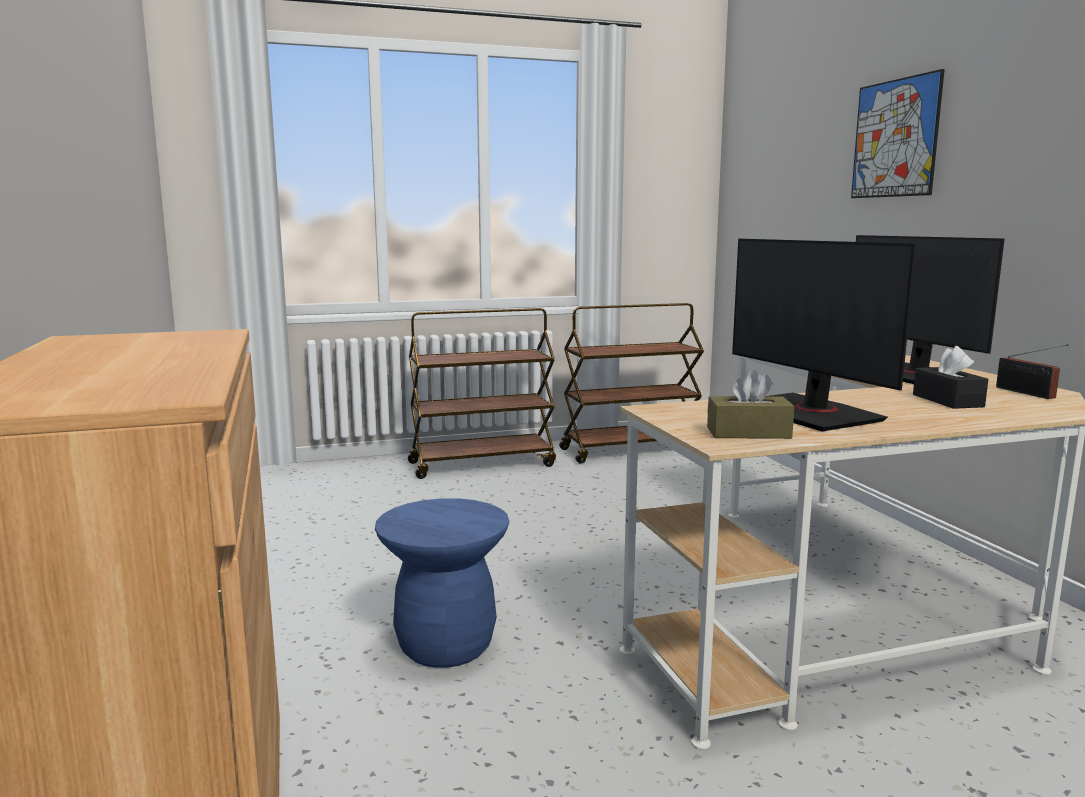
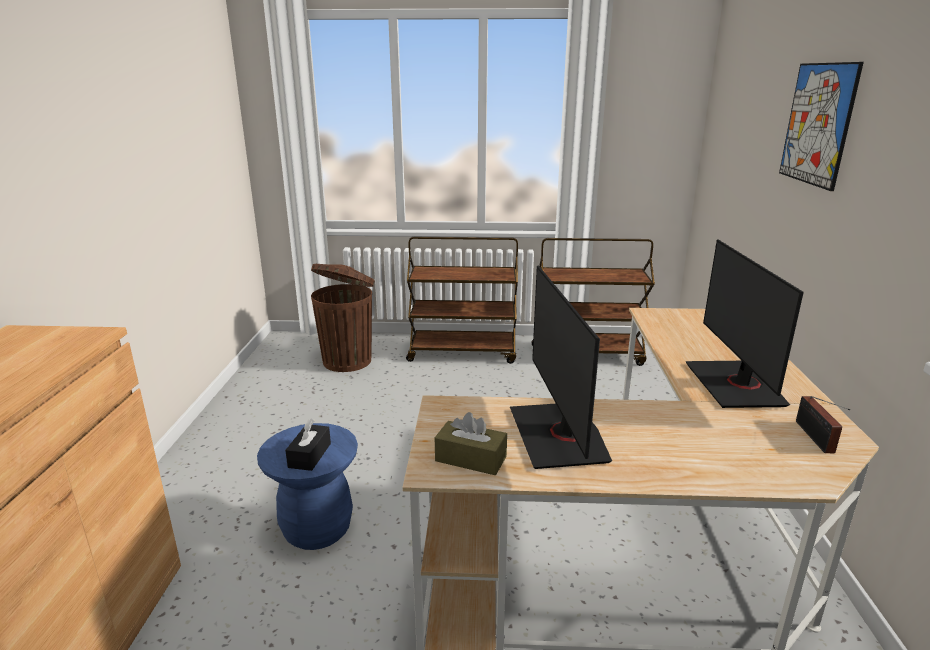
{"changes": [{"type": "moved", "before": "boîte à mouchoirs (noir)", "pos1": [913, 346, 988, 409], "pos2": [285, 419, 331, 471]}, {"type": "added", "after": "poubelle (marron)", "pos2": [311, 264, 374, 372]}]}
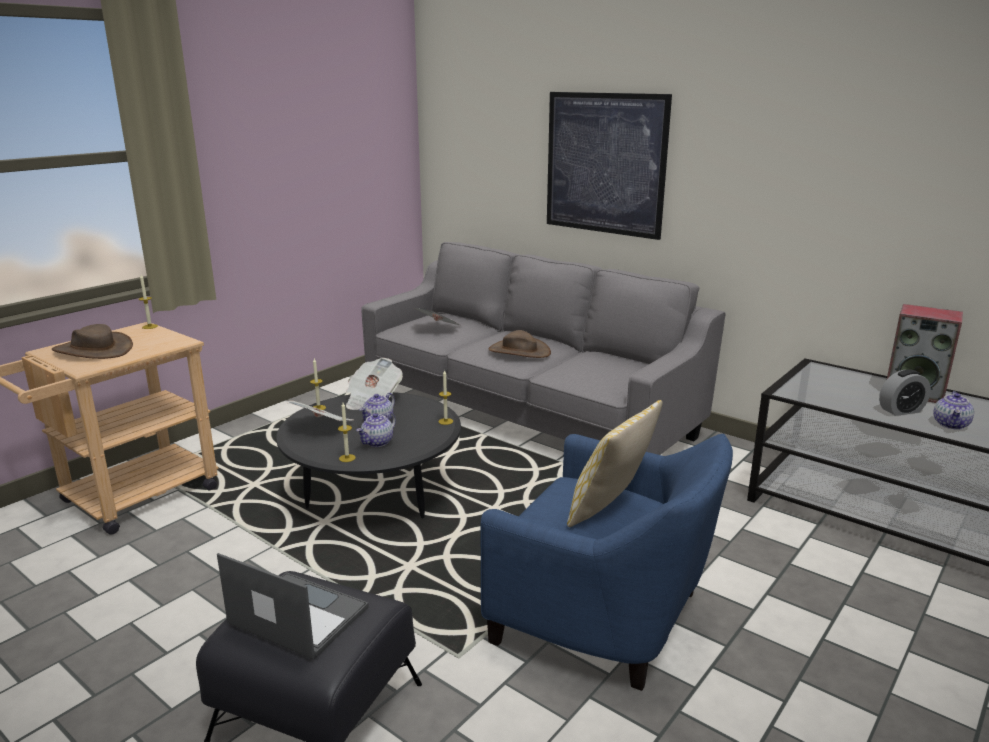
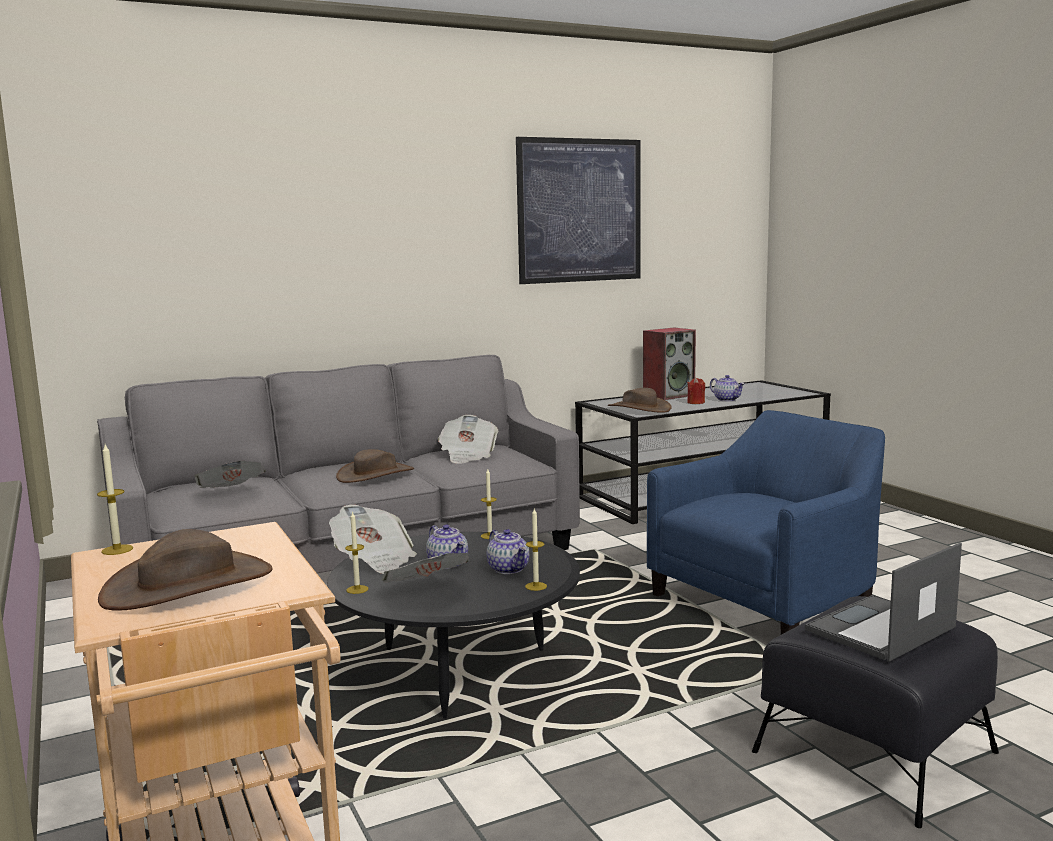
{"changes": [{"type": "added", "after": "journal", "pos2": [438, 415, 498, 464]}, {"type": "moved", "before": "tableau", "pos1": [547, 92, 672, 240], "pos2": [516, 137, 641, 284]}, {"type": "added", "after": "chapeau (marron)", "pos2": [608, 388, 672, 413]}, {"type": "replaced", "before": "réveil", "after": "bougie (rouge)", "pos1": [879, 369, 931, 416], "pos2": [687, 377, 705, 404]}, {"type": "removed", "before": "coussin", "pos1": [567, 400, 663, 527]}]}
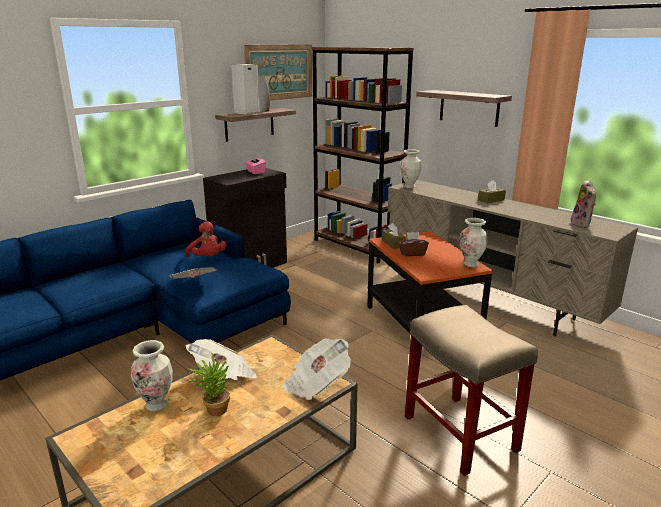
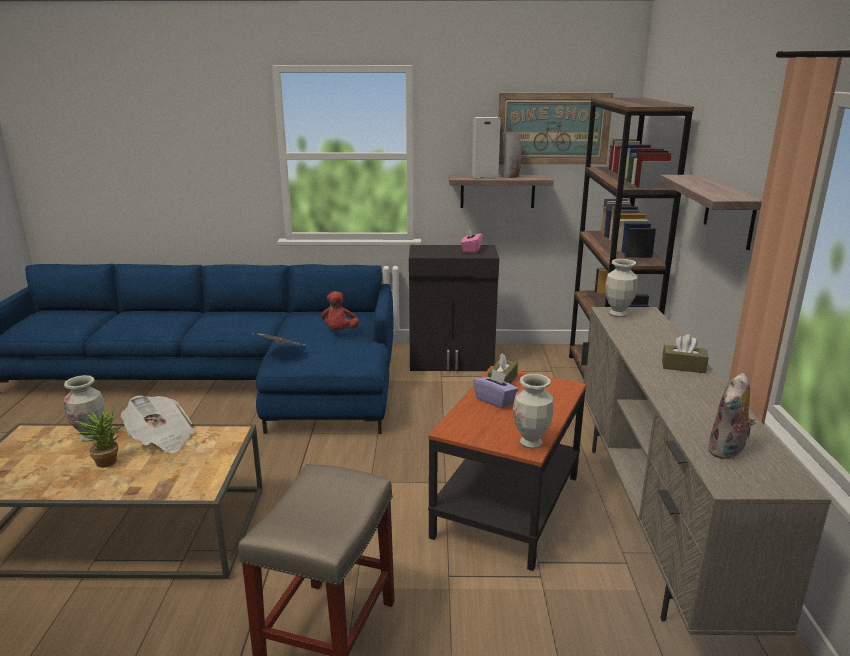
{"changes": [{"type": "recoloured", "before": "boîte à mouchoirs (marron)", "after": "boîte à mouchoirs (violet)", "pos1": [398, 232, 429, 256], "pos2": [473, 369, 518, 408]}, {"type": "removed", "before": "journal", "pos1": [282, 338, 351, 400]}]}
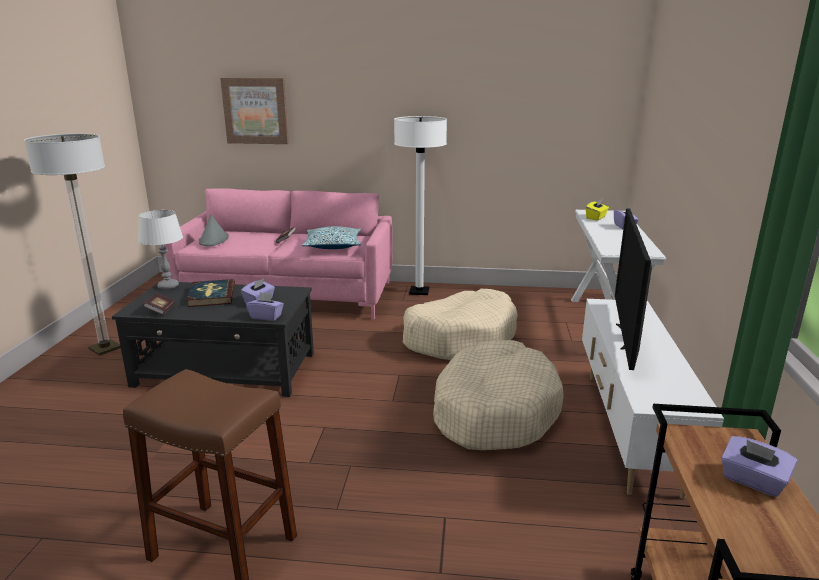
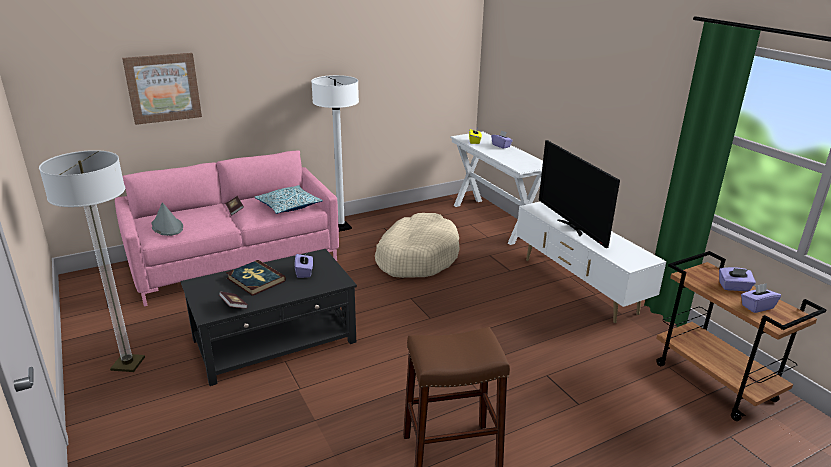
{"changes": [{"type": "moved", "before": "boîte à mouchoirs (violet)", "pos1": [246, 292, 284, 321], "pos2": [741, 283, 781, 313]}, {"type": "removed", "before": "lampe de table (blanc)", "pos1": [138, 210, 183, 290]}, {"type": "removed", "before": "panier pour chien (beige)", "pos1": [433, 340, 564, 450]}]}
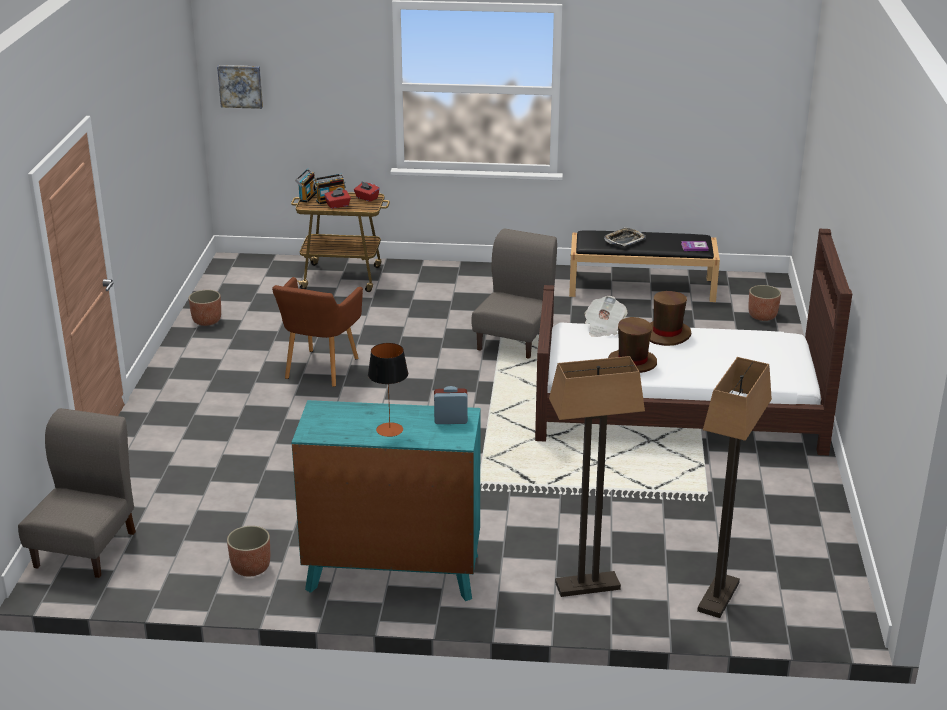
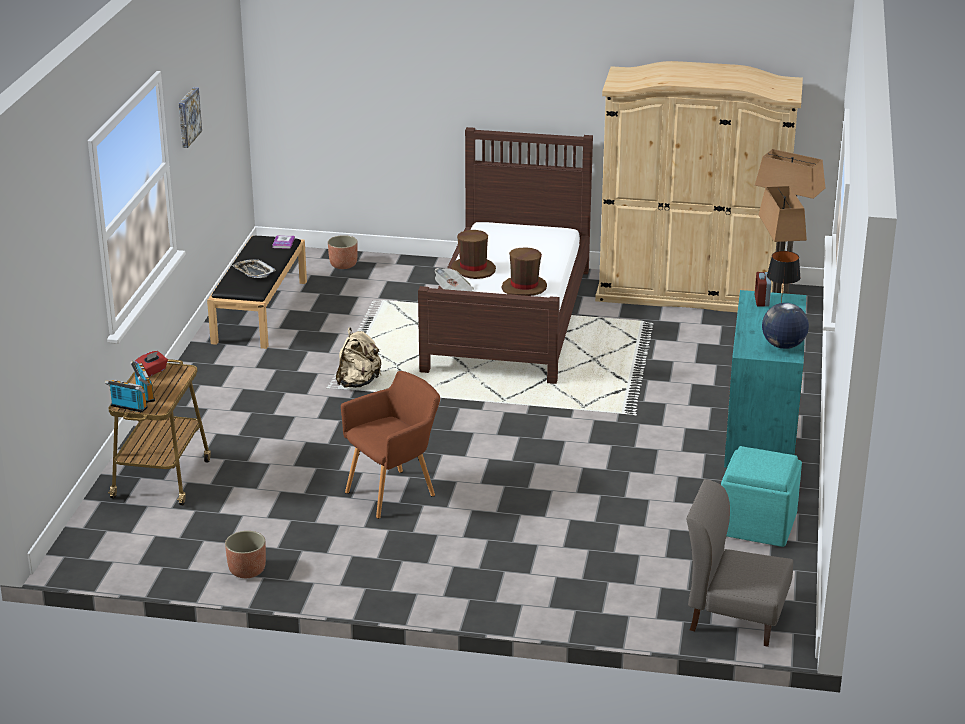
{"changes": [{"type": "moved", "before": "tableau", "pos1": [217, 65, 263, 109], "pos2": [179, 87, 202, 148]}, {"type": "replaced", "before": "chaise (gris)", "after": "sac à dos (beige)", "pos1": [471, 228, 557, 359], "pos2": [336, 327, 382, 388]}, {"type": "turned", "before": "fauteuil (marron)", "pos1": [272, 277, 363, 387], "pos2": [341, 371, 440, 519], "turn": -60}, {"type": "added", "after": "armoire (beige)", "pos2": [595, 61, 803, 312]}, {"type": "replaced", "before": "cache-pot", "after": "pouf (turquoise)", "pos1": [227, 526, 270, 577], "pos2": [721, 446, 802, 547]}, {"type": "added", "after": "globe", "pos2": [762, 303, 809, 349]}, {"type": "removed", "before": "boîte à mouchoirs (rouge)", "pos1": [324, 189, 351, 209]}]}
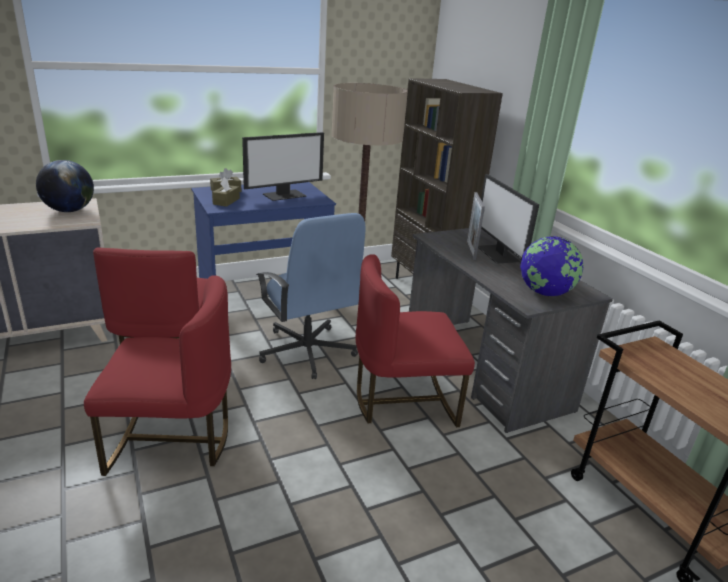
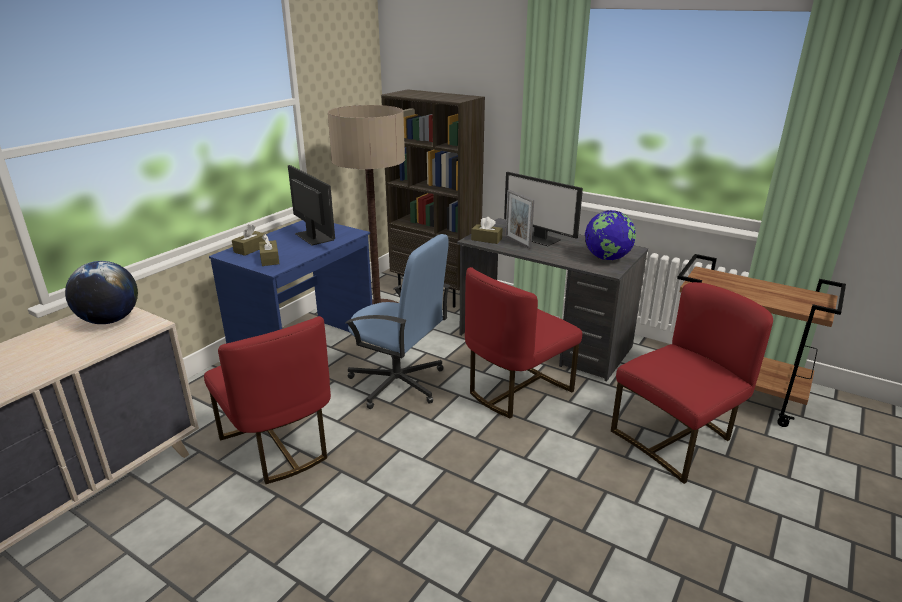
{"changes": [{"type": "turned", "before": "écran d'ordinateur", "pos1": [242, 132, 324, 201], "pos2": [288, 165, 335, 246], "turn": -60}, {"type": "added", "after": "boîte à mouchoirs (marron)", "pos2": [471, 217, 502, 244]}, {"type": "moved", "before": "chaise (rouge)", "pos1": [84, 275, 231, 476], "pos2": [611, 282, 773, 484]}]}
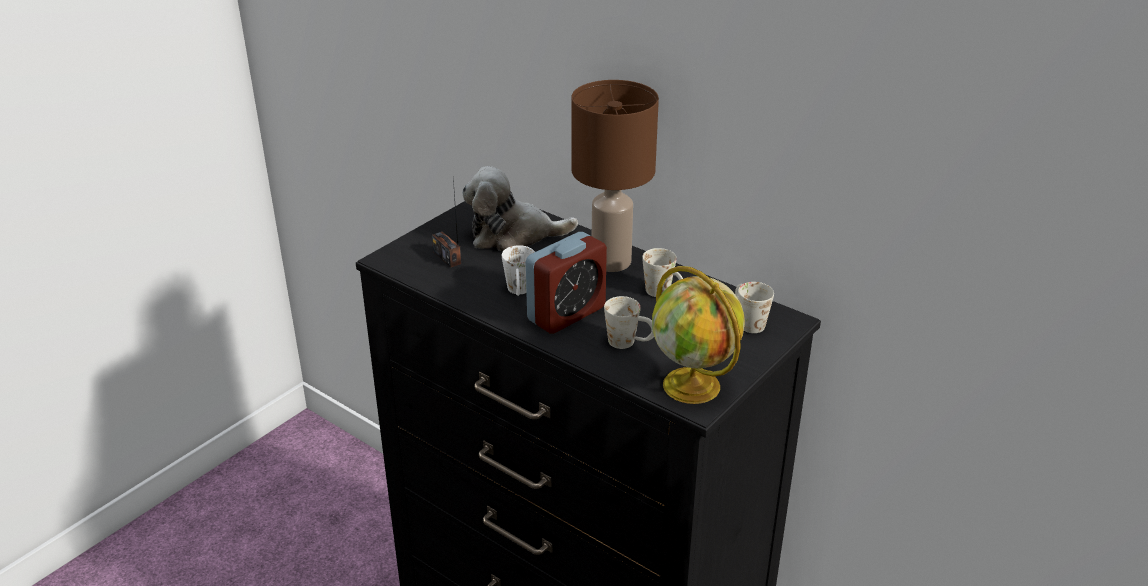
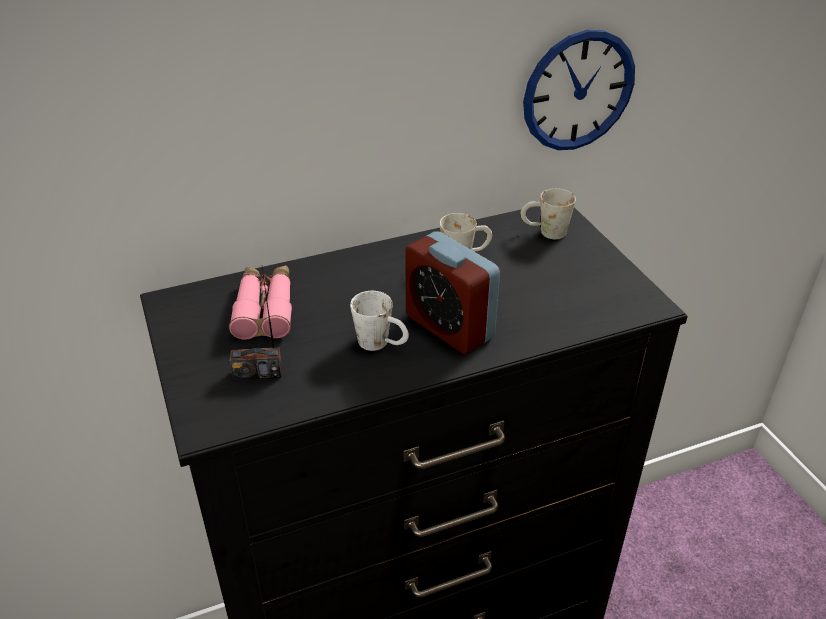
{"changes": [{"type": "replaced", "before": "peluche", "after": "jumelles (rose)", "pos1": [462, 166, 578, 251], "pos2": [229, 266, 292, 340]}, {"type": "turned", "before": "réveil", "pos1": [526, 232, 607, 334], "pos2": [405, 231, 500, 354], "turn": 150}, {"type": "added", "after": "horloge murale", "pos2": [523, 30, 635, 150]}, {"type": "removed", "before": "lampe de table (marron)", "pos1": [571, 80, 659, 272]}, {"type": "removed", "before": "mug (blanc)", "pos1": [604, 296, 654, 349]}, {"type": "removed", "before": "globe", "pos1": [652, 266, 745, 404]}]}
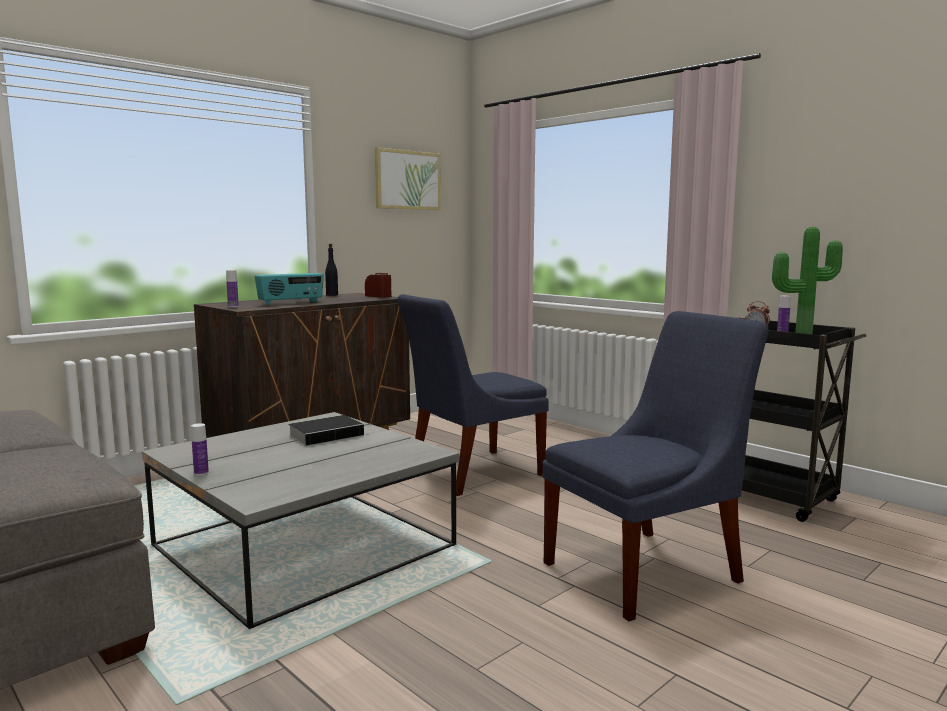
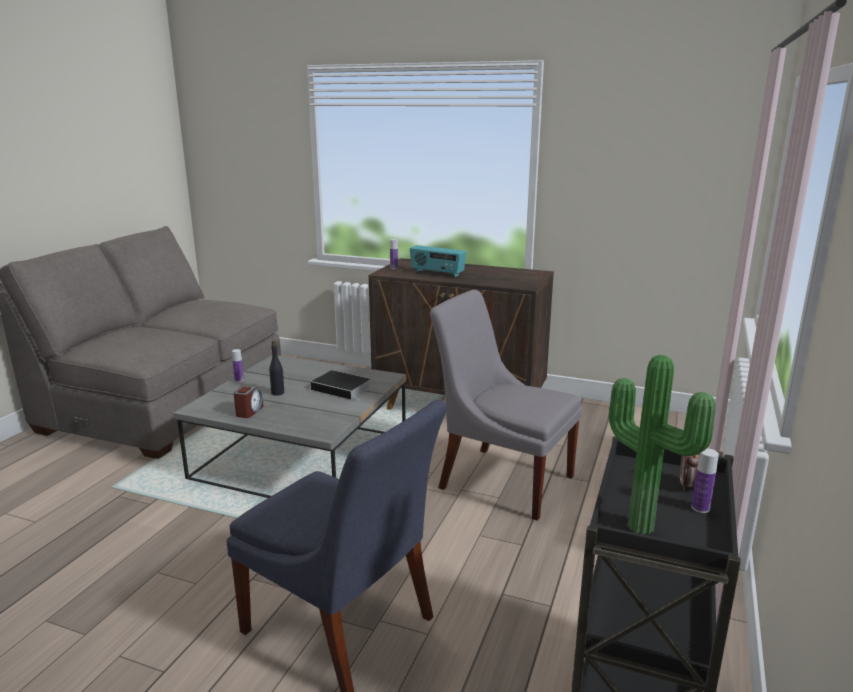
{"changes": [{"type": "moved", "before": "réveil", "pos1": [365, 273, 391, 298], "pos2": [234, 386, 263, 418]}, {"type": "moved", "before": "bouteille (noir)", "pos1": [325, 244, 338, 296], "pos2": [269, 340, 284, 396]}, {"type": "recoloured", "before": "chaise (bleu)", "after": "chaise (gris)", "pos1": [397, 294, 549, 496], "pos2": [430, 290, 582, 521]}, {"type": "removed", "before": "tableau", "pos1": [375, 147, 441, 210]}]}
